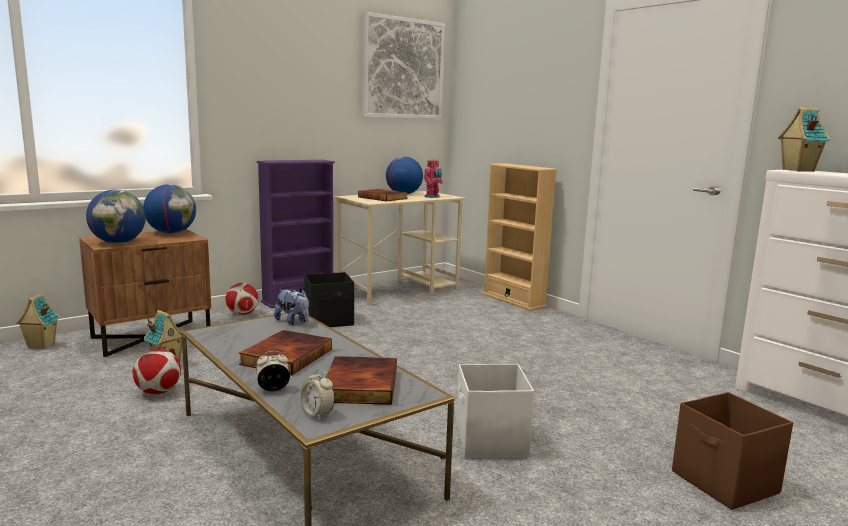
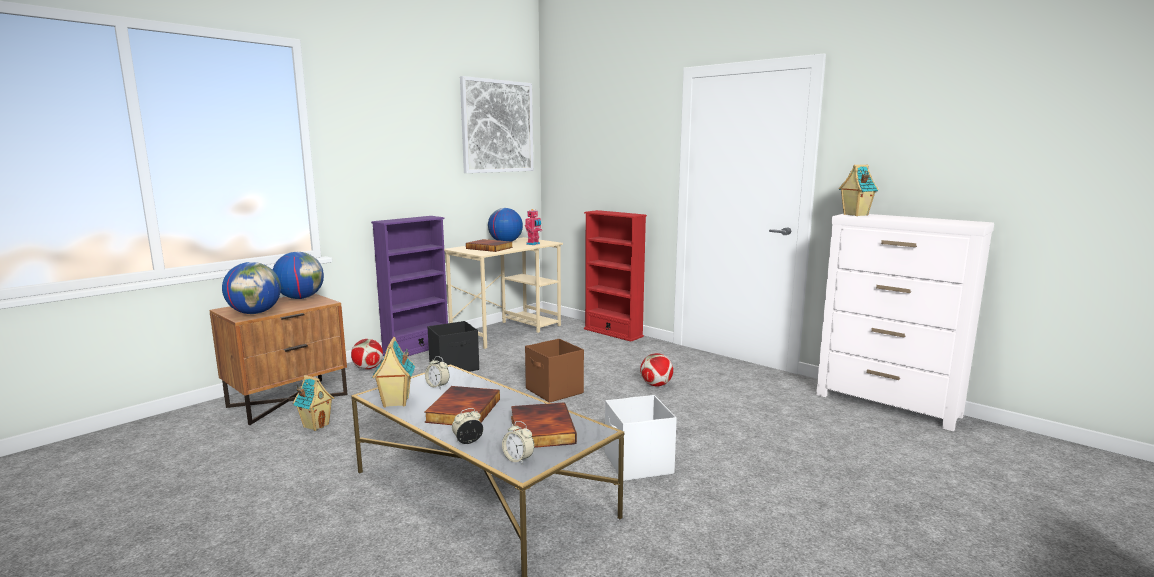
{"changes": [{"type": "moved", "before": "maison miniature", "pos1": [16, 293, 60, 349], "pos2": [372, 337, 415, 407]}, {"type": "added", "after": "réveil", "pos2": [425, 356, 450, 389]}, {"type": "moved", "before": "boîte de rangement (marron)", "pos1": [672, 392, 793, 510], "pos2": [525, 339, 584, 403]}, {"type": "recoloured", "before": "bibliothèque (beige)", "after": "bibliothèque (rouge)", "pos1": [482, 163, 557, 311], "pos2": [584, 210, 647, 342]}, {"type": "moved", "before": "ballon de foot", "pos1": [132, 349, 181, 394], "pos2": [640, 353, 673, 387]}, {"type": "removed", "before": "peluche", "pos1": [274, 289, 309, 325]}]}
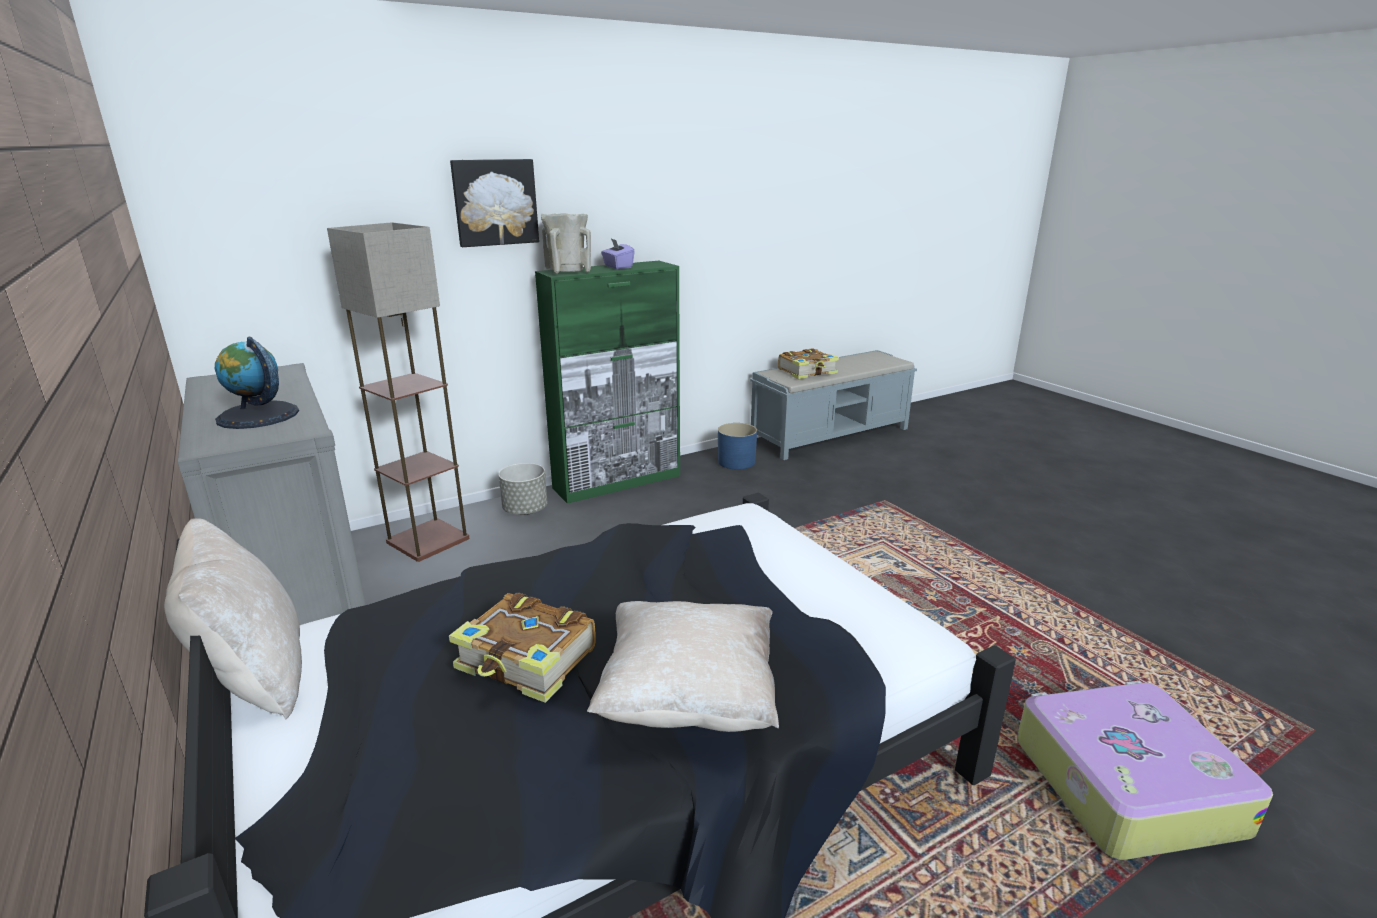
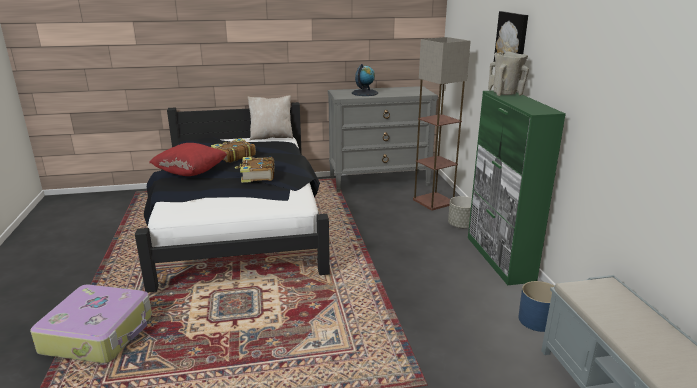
{"changes": [{"type": "recoloured", "before": "coussin (beige)", "after": "coussin (rouge)", "pos1": [587, 601, 779, 732], "pos2": [149, 143, 227, 176]}, {"type": "moved", "before": "livre", "pos1": [778, 348, 839, 379], "pos2": [235, 157, 275, 183]}, {"type": "removed", "before": "boîte à mouchoirs (violet)", "pos1": [601, 238, 635, 269]}]}
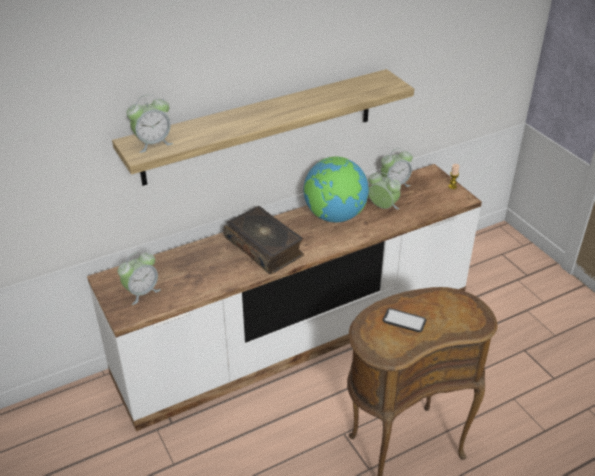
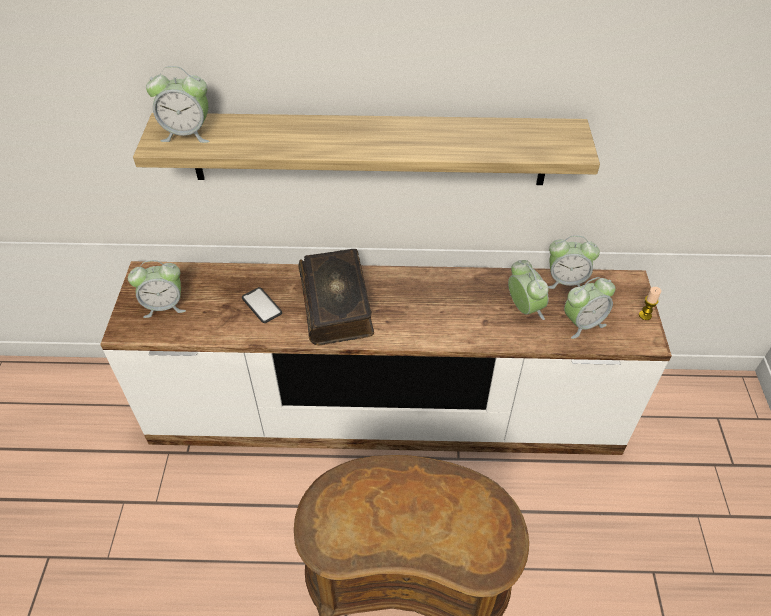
{"changes": [{"type": "moved", "before": "téléphone", "pos1": [383, 308, 426, 332], "pos2": [242, 287, 282, 323]}, {"type": "added", "after": "réveil", "pos2": [564, 277, 616, 339]}, {"type": "removed", "before": "globe", "pos1": [303, 156, 369, 222]}]}
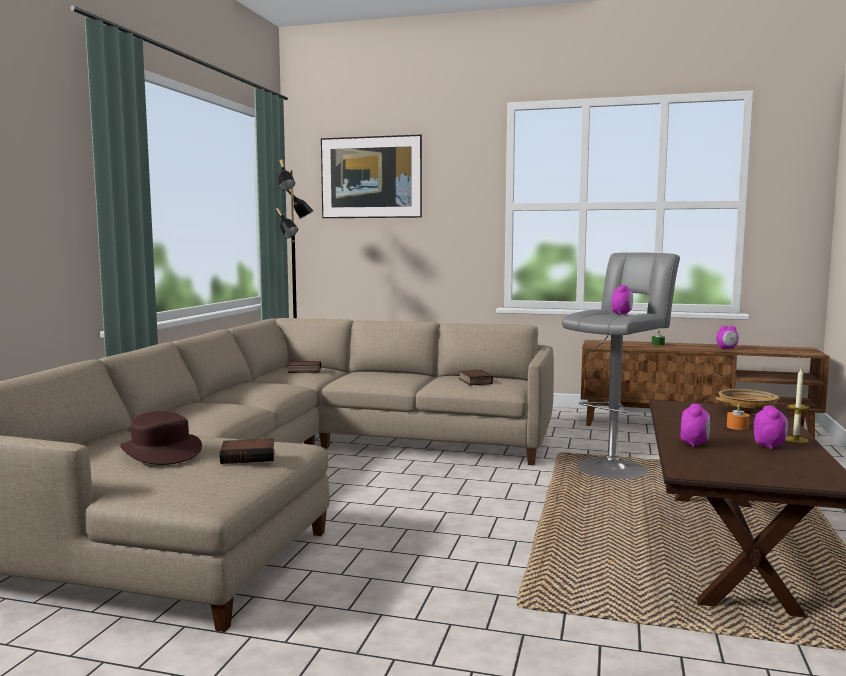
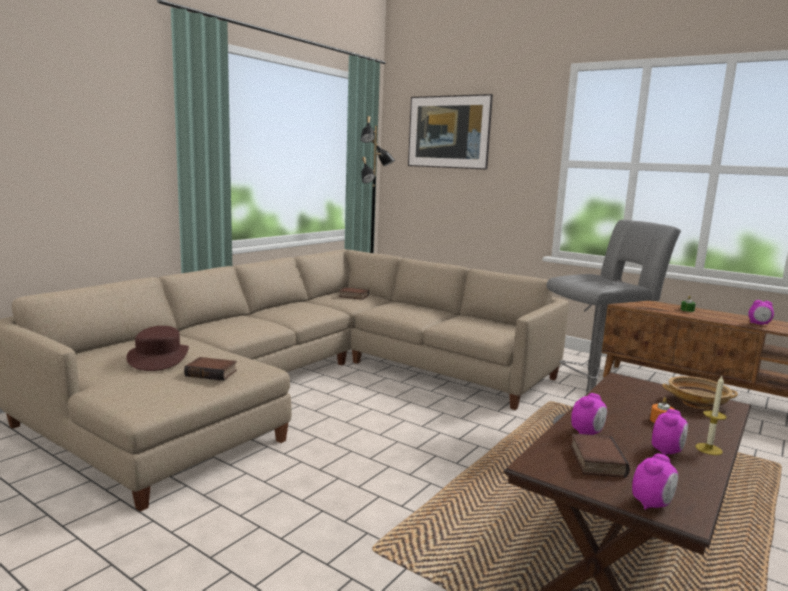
{"changes": [{"type": "moved", "before": "livre", "pos1": [459, 370, 493, 385], "pos2": [571, 433, 630, 478]}, {"type": "moved", "before": "réveil", "pos1": [612, 285, 633, 315], "pos2": [632, 453, 678, 510]}]}
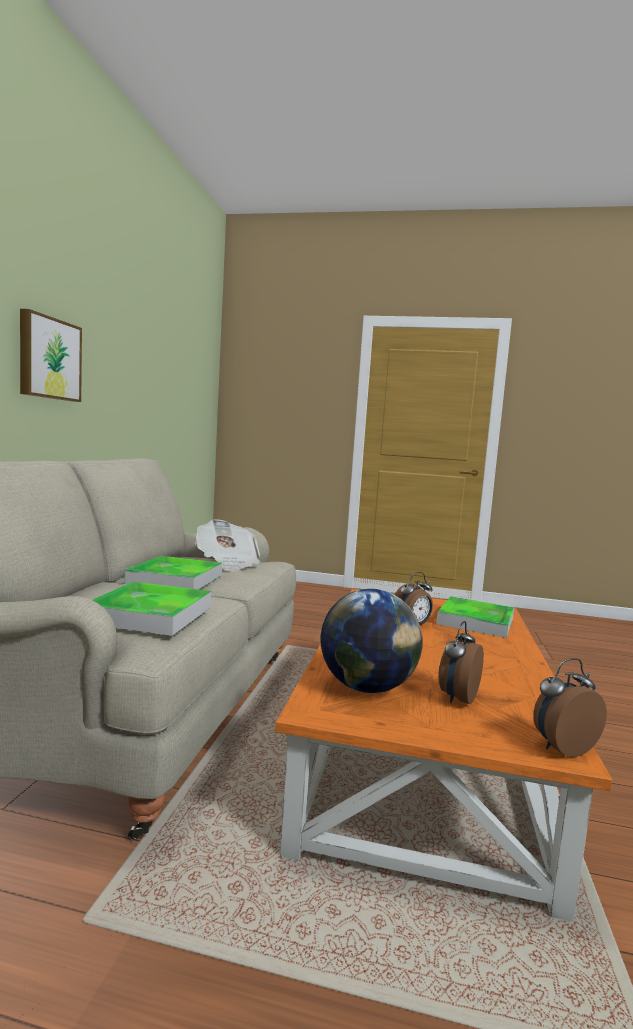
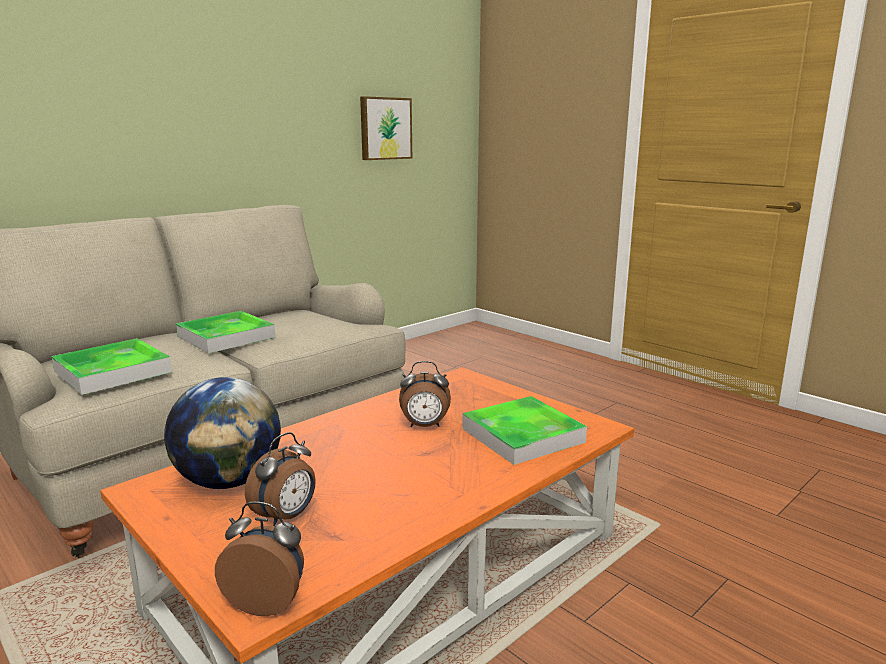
{"changes": [{"type": "turned", "before": "réveil", "pos1": [438, 621, 484, 704], "pos2": [245, 432, 316, 526], "turn": 150}, {"type": "moved", "before": "tableau", "pos1": [20, 309, 82, 402], "pos2": [360, 96, 412, 160]}, {"type": "removed", "before": "journal", "pos1": [195, 519, 260, 571]}]}
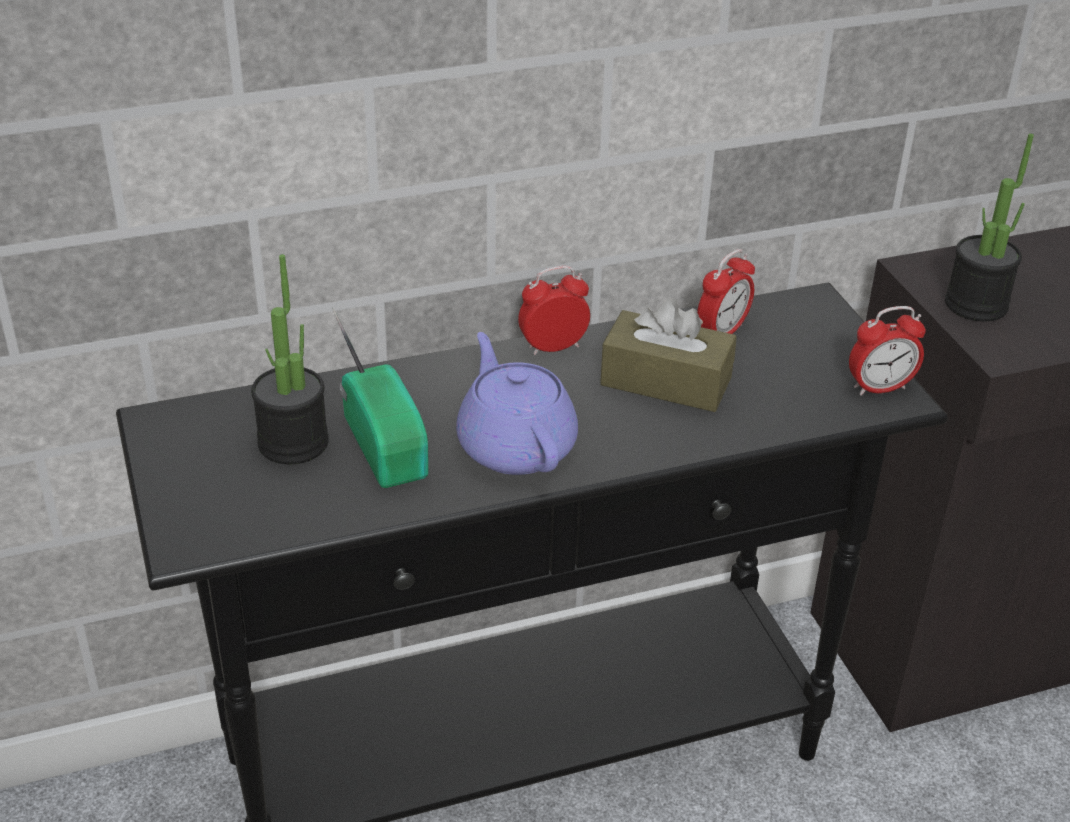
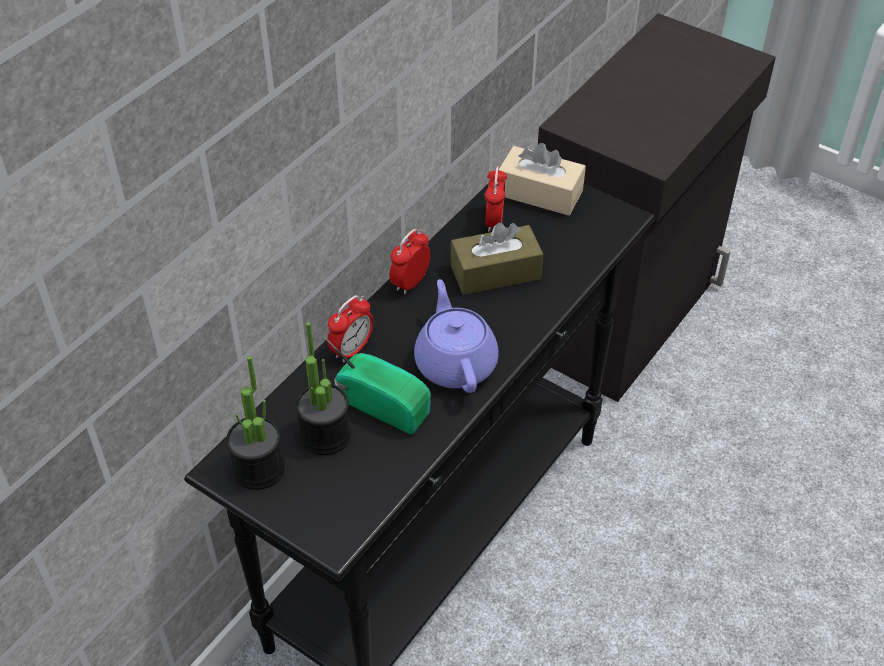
{"changes": [{"type": "moved", "before": "plante en pot", "pos1": [945, 133, 1034, 321], "pos2": [226, 356, 285, 490]}, {"type": "moved", "before": "réveil", "pos1": [849, 306, 926, 396], "pos2": [327, 295, 374, 363]}, {"type": "turned", "before": "théière (violet)", "pos1": [456, 332, 578, 475], "pos2": [414, 279, 499, 393], "turn": 45}, {"type": "added", "after": "boîte à mouchoirs (beige)", "pos2": [499, 143, 586, 216]}]}
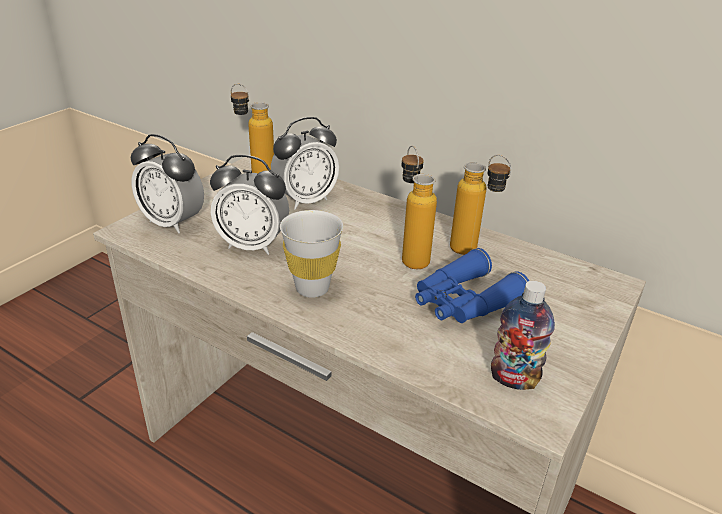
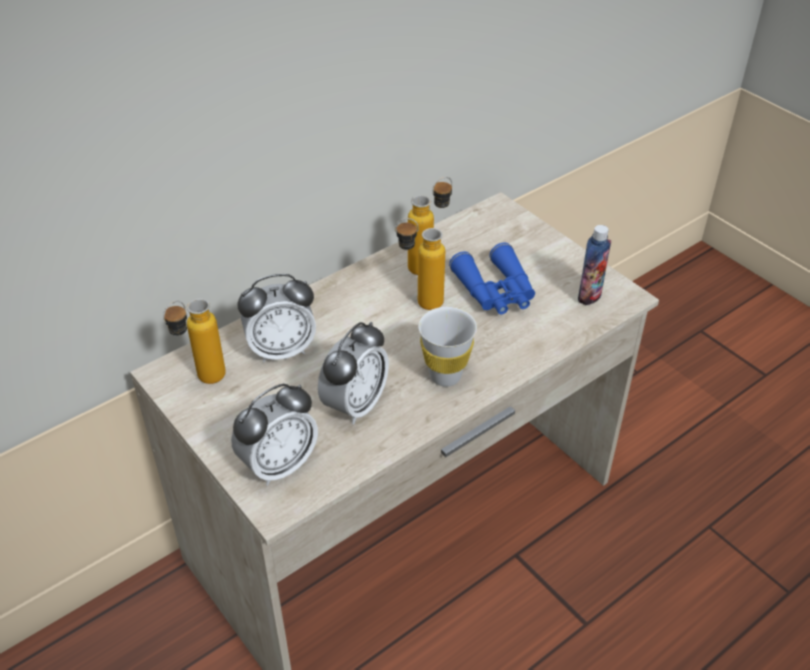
{"changes": [{"type": "turned", "before": "réveil", "pos1": [271, 117, 339, 210], "pos2": [238, 274, 316, 363], "turn": 90}]}
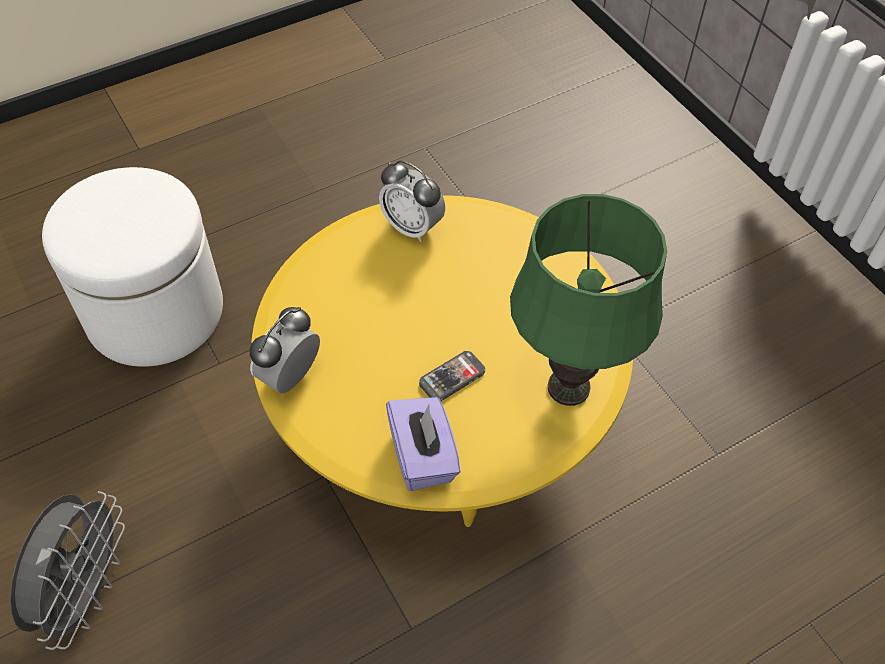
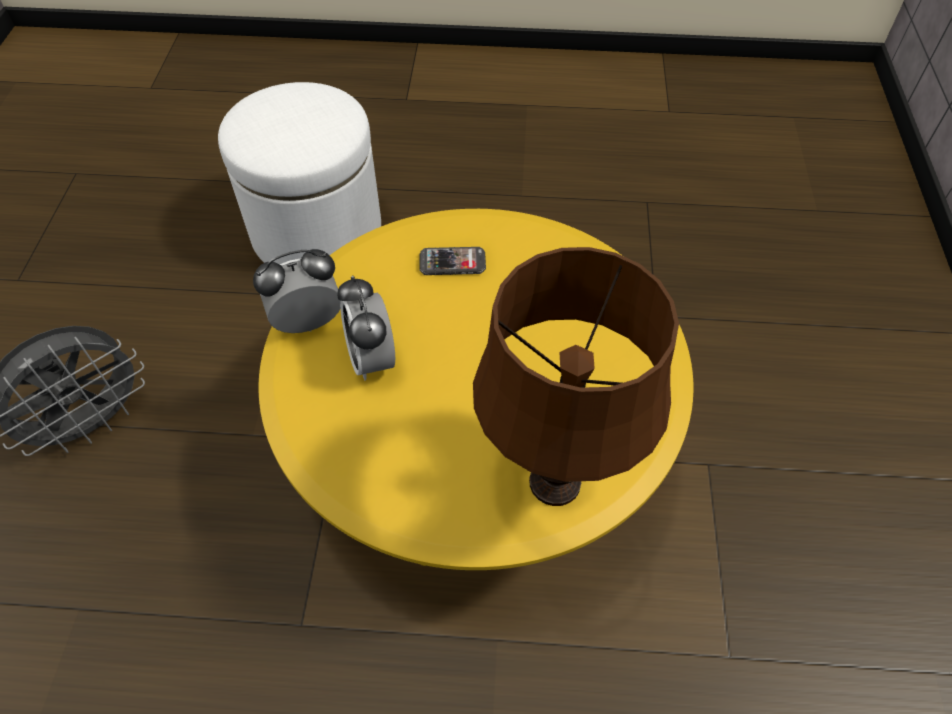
{"changes": [{"type": "moved", "before": "réveil", "pos1": [379, 160, 445, 242], "pos2": [337, 275, 395, 381]}, {"type": "moved", "before": "téléphone", "pos1": [419, 351, 485, 401], "pos2": [419, 247, 486, 275]}, {"type": "recoloured", "before": "lampe de table (vert)", "after": "lampe de table (marron)", "pos1": [510, 194, 667, 406], "pos2": [473, 247, 679, 506]}, {"type": "removed", "before": "boîte à mouchoirs (violet)", "pos1": [386, 397, 461, 491]}]}
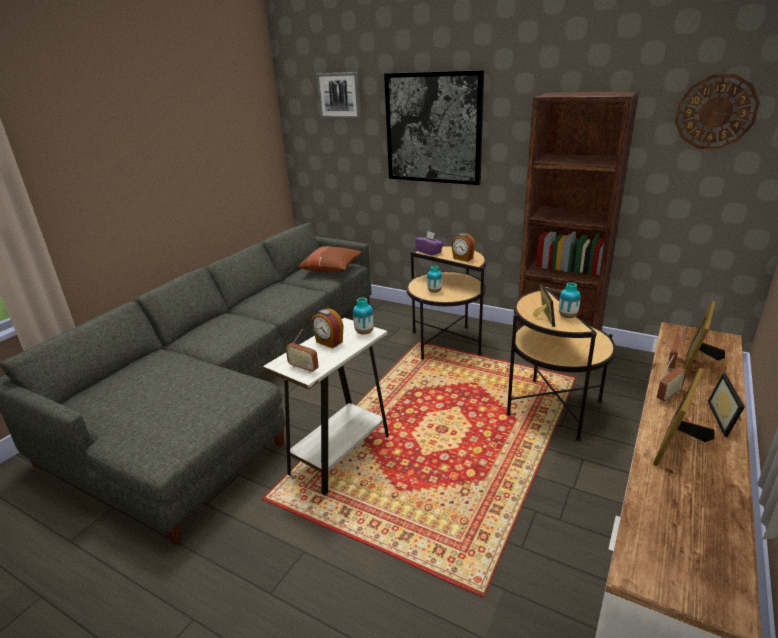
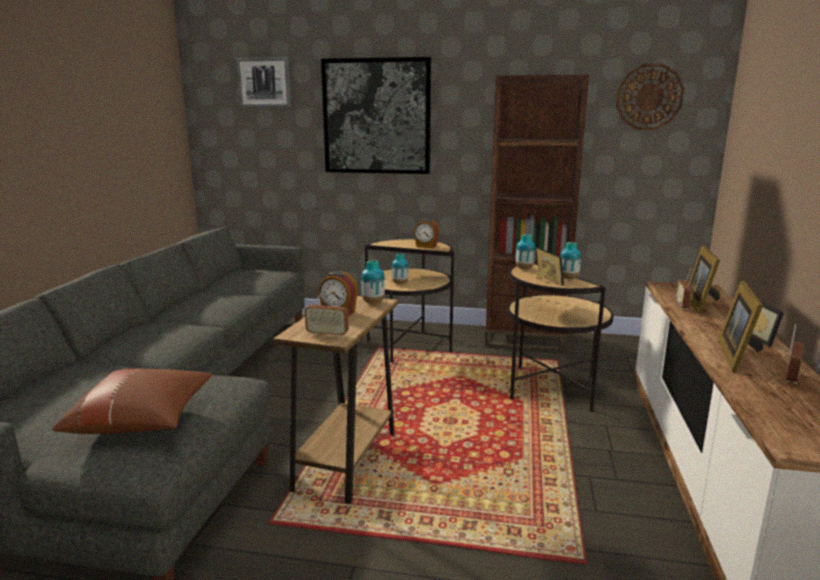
{"changes": [{"type": "moved", "before": "coussin (marron)", "pos1": [298, 246, 362, 272], "pos2": [52, 369, 212, 434]}, {"type": "recoloured", "before": "table d'appoint (blanc)", "after": "table d'appoint (marron)", "pos1": [263, 318, 389, 495], "pos2": [273, 296, 398, 504]}, {"type": "added", "after": "vase", "pos2": [516, 234, 535, 269]}, {"type": "moved", "before": "radio", "pos1": [657, 355, 687, 402], "pos2": [786, 324, 804, 384]}, {"type": "removed", "before": "boîte à mouchoirs (violet)", "pos1": [415, 231, 444, 256]}]}
